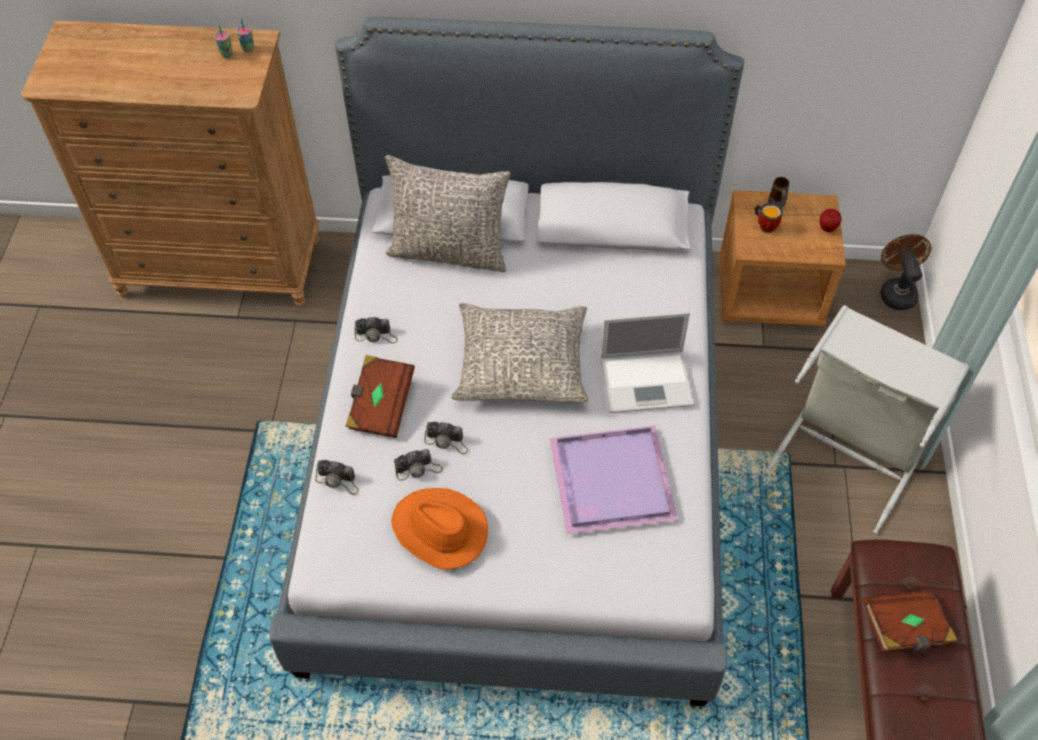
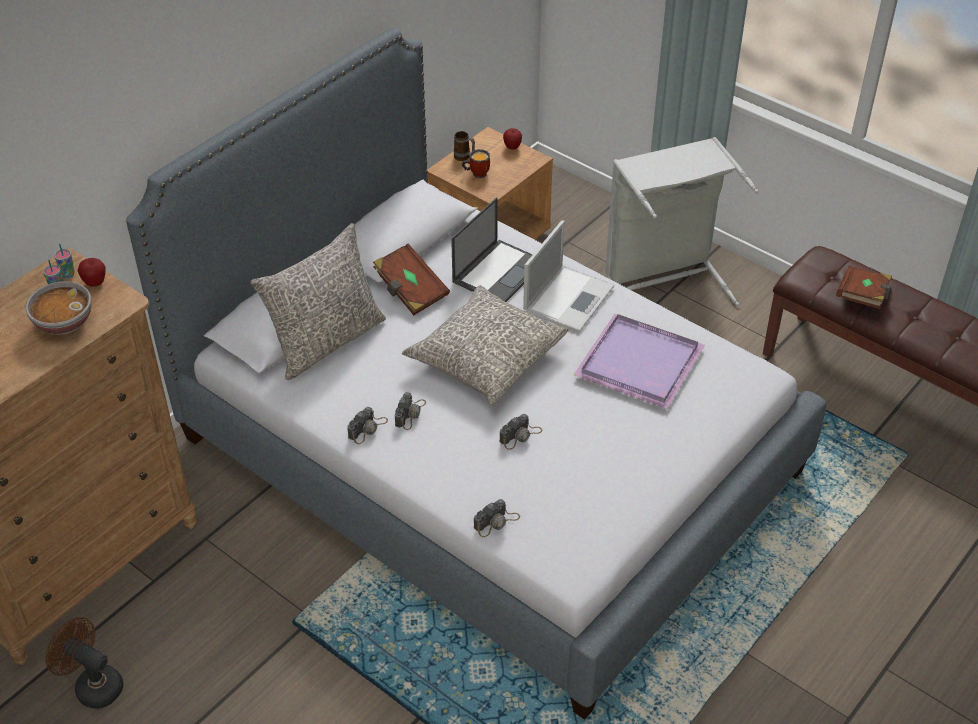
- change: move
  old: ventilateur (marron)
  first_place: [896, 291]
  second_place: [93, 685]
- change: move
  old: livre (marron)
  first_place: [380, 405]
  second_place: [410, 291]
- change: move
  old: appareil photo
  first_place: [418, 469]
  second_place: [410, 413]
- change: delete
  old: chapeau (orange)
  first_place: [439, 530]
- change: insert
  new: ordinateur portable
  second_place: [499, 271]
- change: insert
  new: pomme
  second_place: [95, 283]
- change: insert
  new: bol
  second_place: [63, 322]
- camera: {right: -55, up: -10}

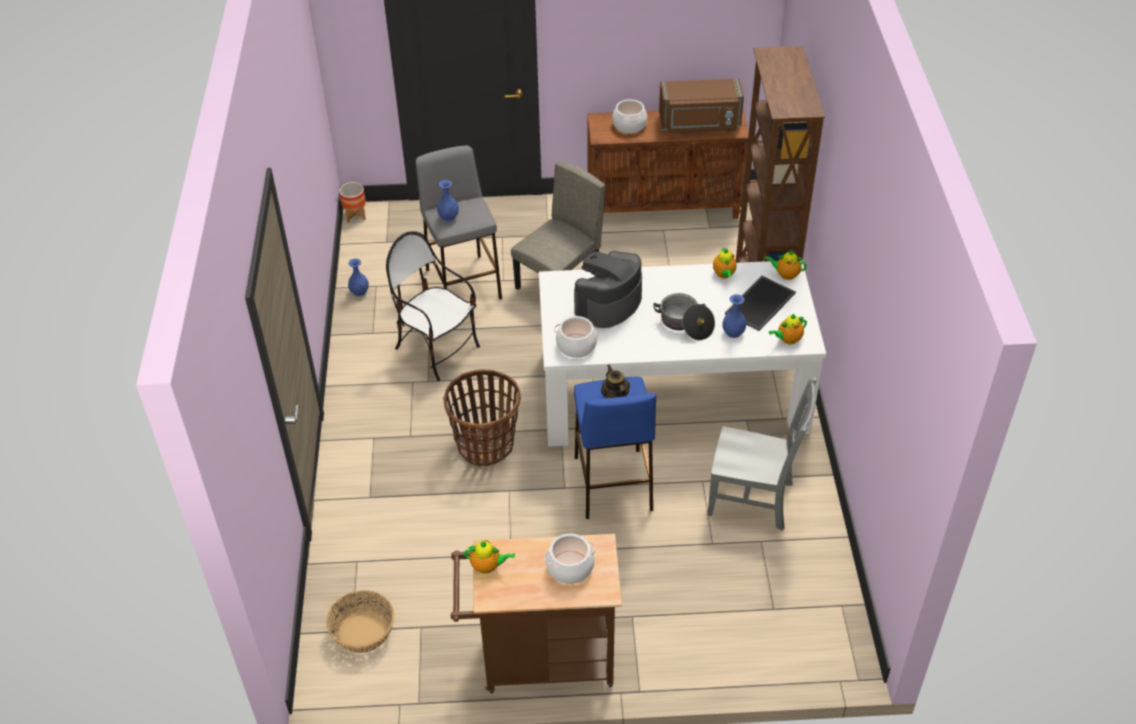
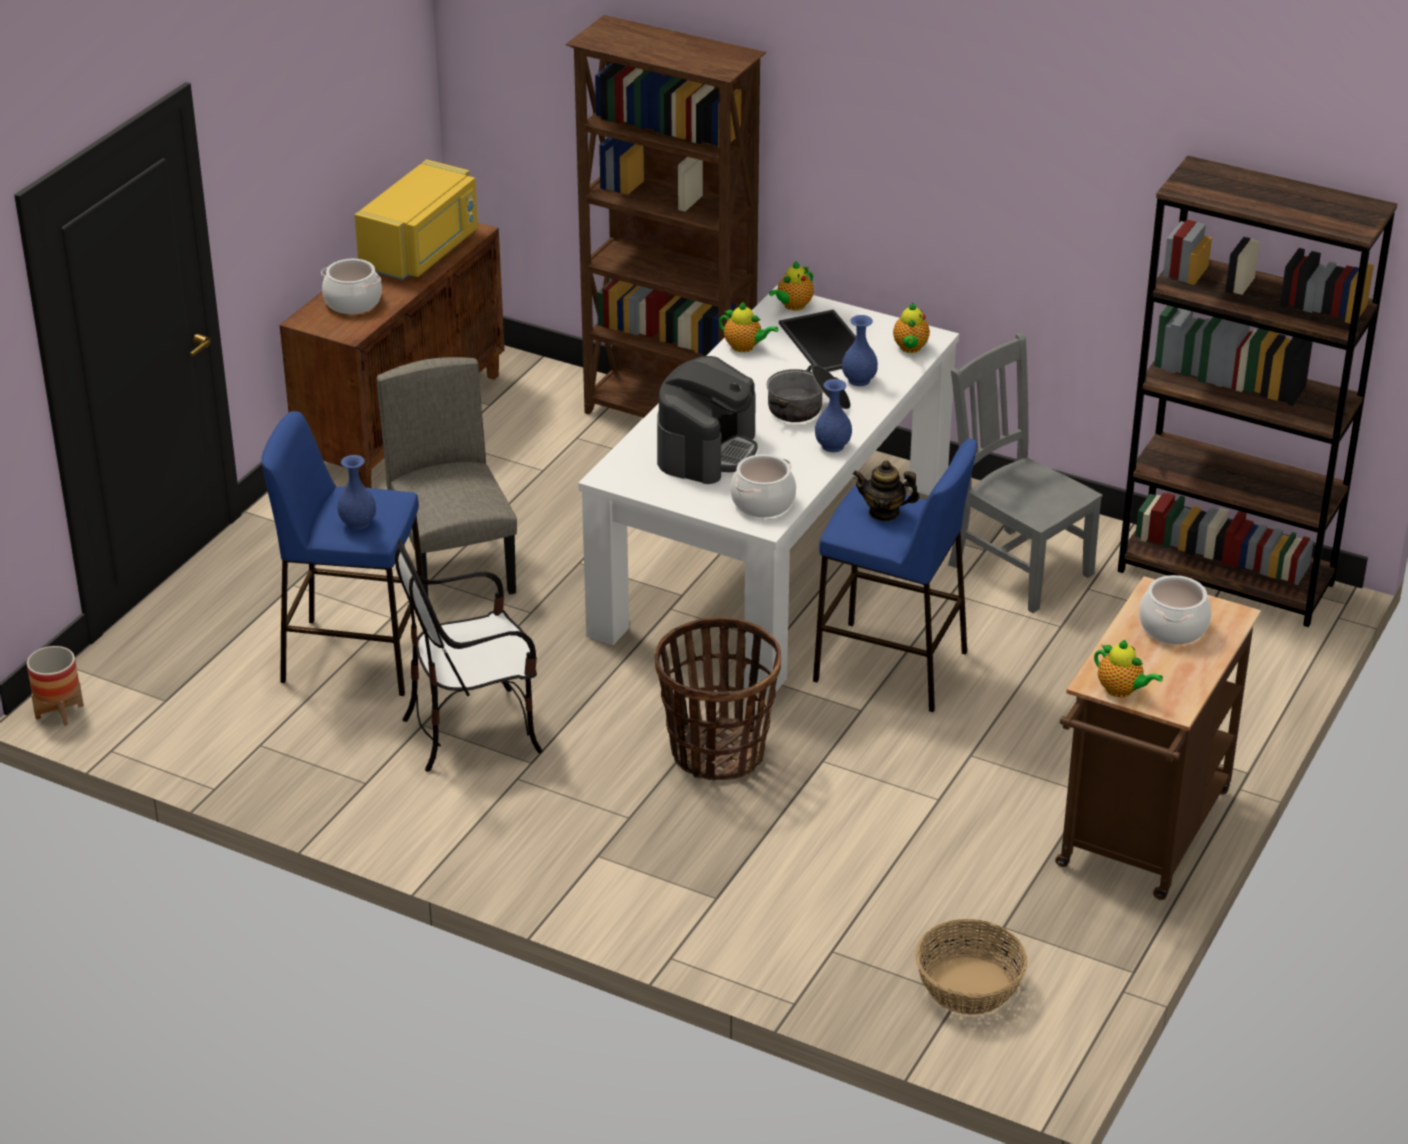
- change: recolor
  old: micro-ondes (marron)
  new: micro-ondes (jaune)
  first_place: [699, 124]
  second_place: [422, 251]
- change: recolor
  old: tabouret (gris)
  new: tabouret (bleu)
  first_place: [463, 283]
  second_place: [354, 657]
- change: rotate
  old: machine à café
  first_place: [608, 304]
  second_place: [706, 450]
  degrees: -135
- change: move
  old: vase (bleu)
  first_place: [359, 292]
  second_place: [833, 446]
- change: rotate
  old: chaise (gris)
  first_place: [753, 499]
  second_place: [1017, 567]
  degrees: -90
- change: rotate
  old: théière
  first_place: [488, 566]
  second_place: [1121, 690]
  degrees: 90
- change: insert
  new: bibliothèque (marron)
  second_place: [1226, 577]
- camera: {right: -60, up: -10}

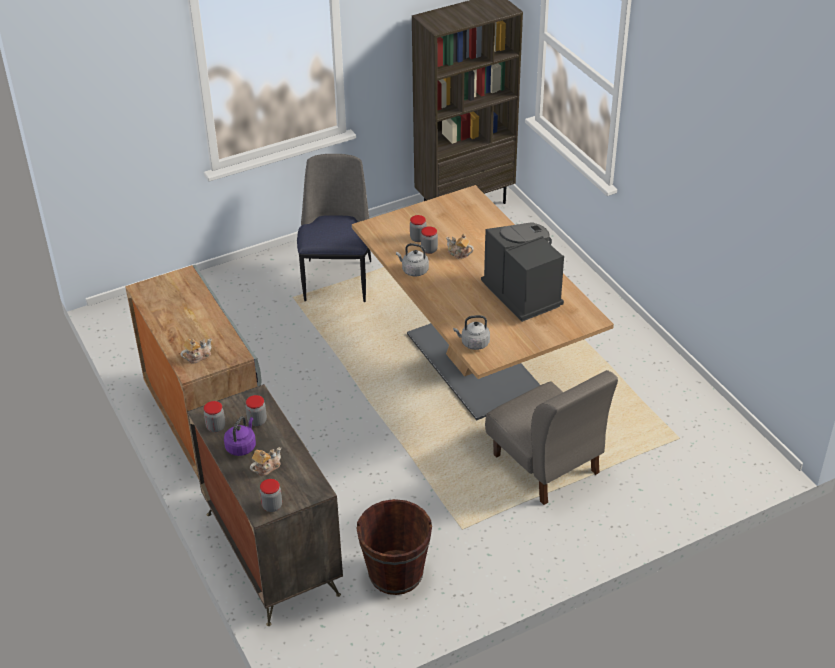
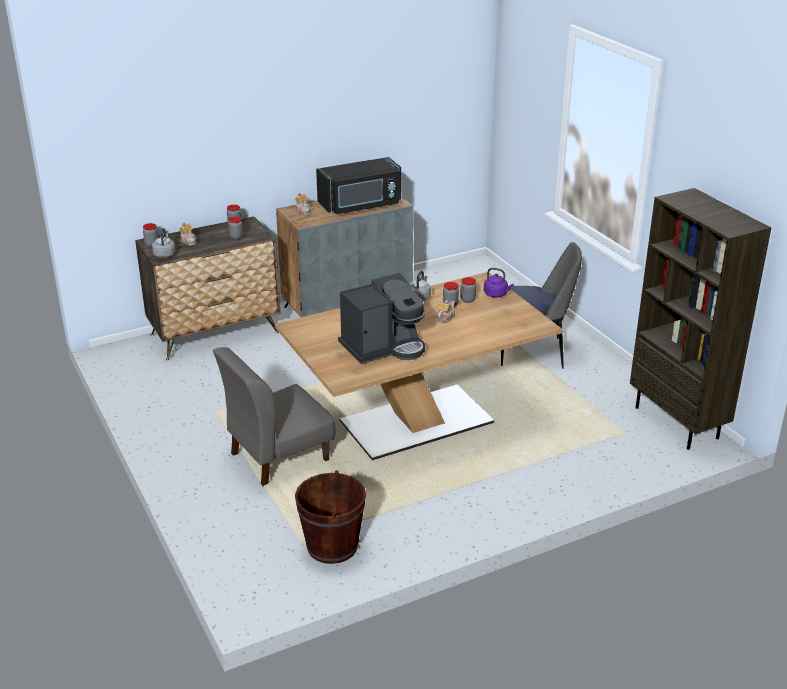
- change: move
  old: bouilloire (gris)
  first_place: [473, 343]
  second_place: [164, 254]
- change: move
  old: bouilloire (violet)
  first_place: [241, 446]
  second_place: [496, 294]
- change: move
  old: seau (marron)
  first_place: [396, 573]
  second_place: [332, 546]
- change: insert
  new: micro-ondes (noir)
  second_place: [361, 206]
- camera: {right: 90, up: -10}

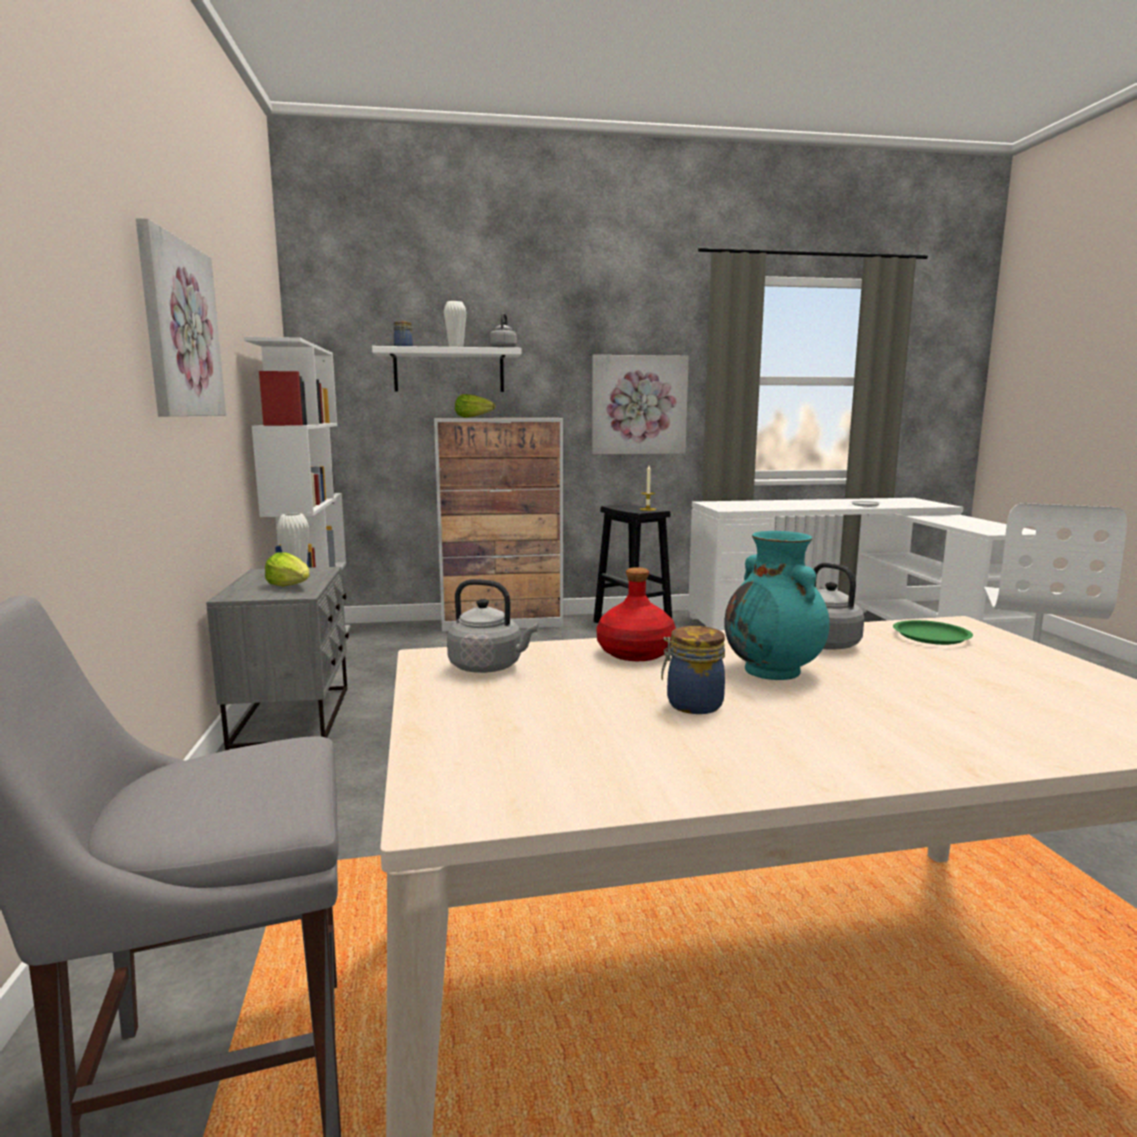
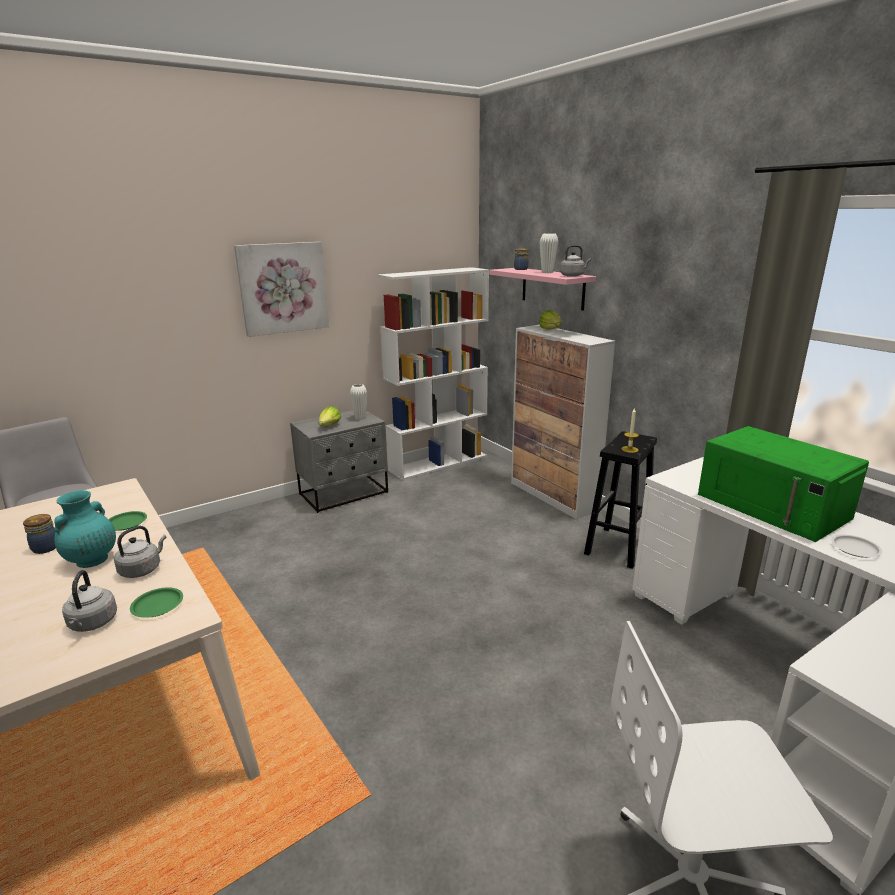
- change: recolor
  old: étagère (blanc)
  new: étagère (rose)
  first_place: [449, 371]
  second_place: [552, 288]
- change: delete
  old: tableau
  first_place: [638, 405]
- change: replace
  old: bouteille (rouge)
  new: assiette (vert)
  first_place: [634, 652]
  second_place: [126, 523]
- change: move
  old: bouilloire (gris)
  first_place: [489, 667]
  second_place: [92, 624]
- change: insert
  new: micro-ondes (vert)
  second_place: [773, 506]
- camera: {right: 65, up: 10}

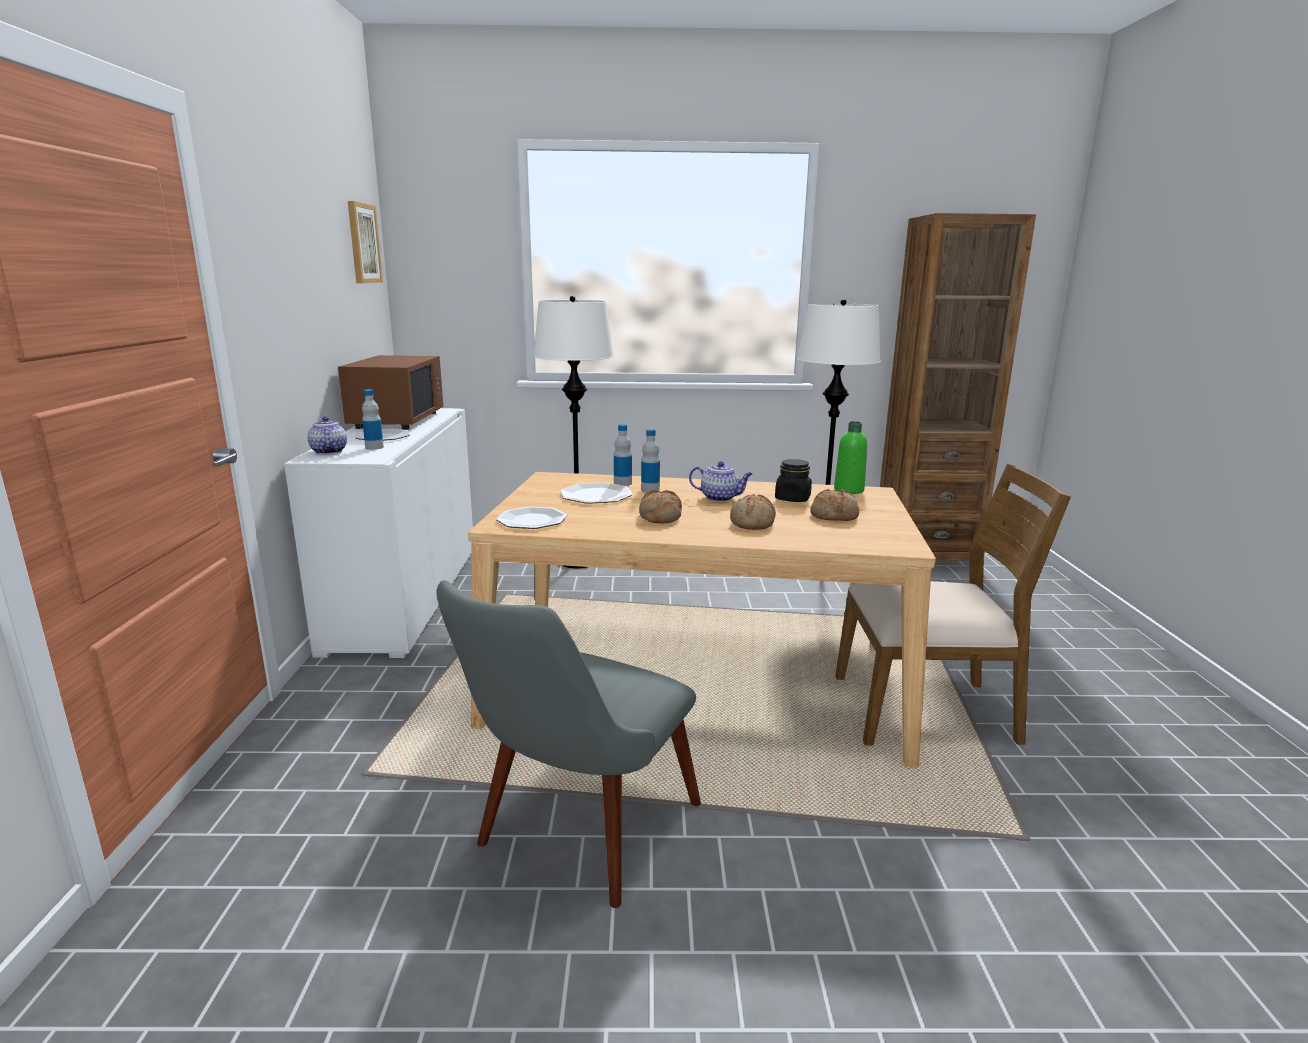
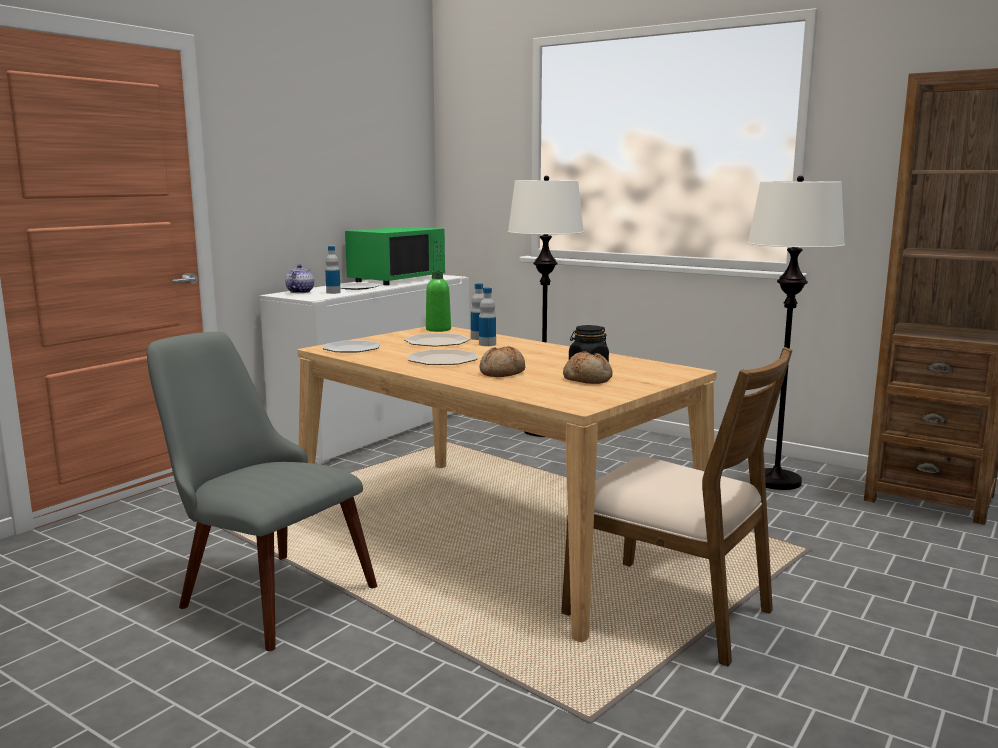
- change: delete
  old: tableau
  first_place: [363, 243]
- change: recolor
  old: micro-ondes (marron)
  new: micro-ondes (vert)
  first_place: [397, 420]
  second_place: [397, 279]
- change: move
  old: bouteille (vert)
  first_place: [848, 490]
  second_place: [438, 329]
- change: delete
  old: théière
  first_place: [720, 498]
- change: replace
  old: pain
  new: assiette
  first_place: [659, 517]
  second_place: [442, 359]
- change: rotate
  old: chaise (gris)
  first_place: [575, 840]
  second_place: [261, 591]
  degrees: 60
- camera: {right: 35, up: -5}

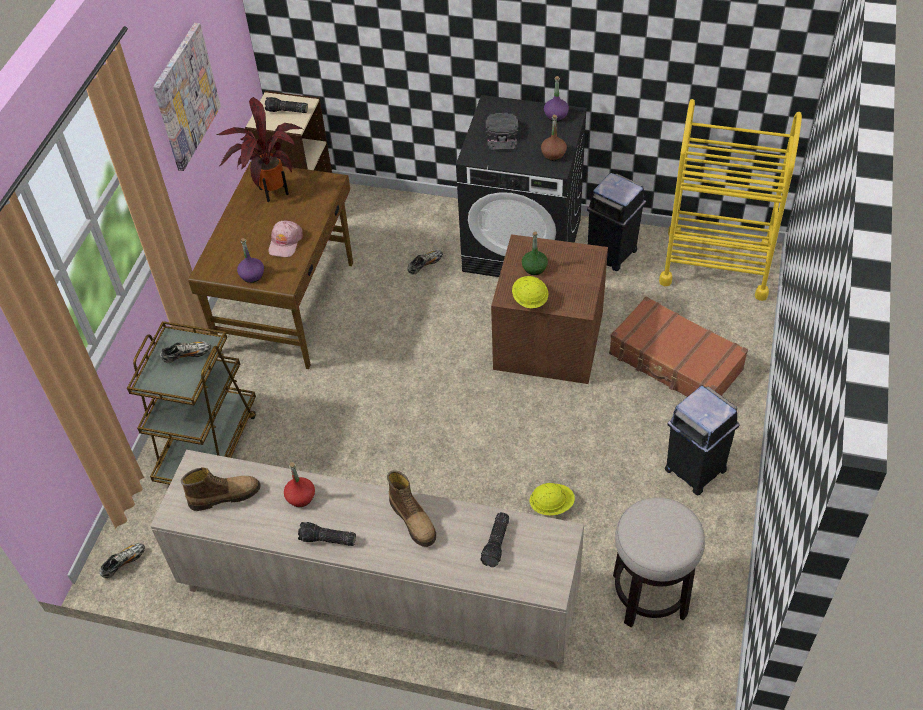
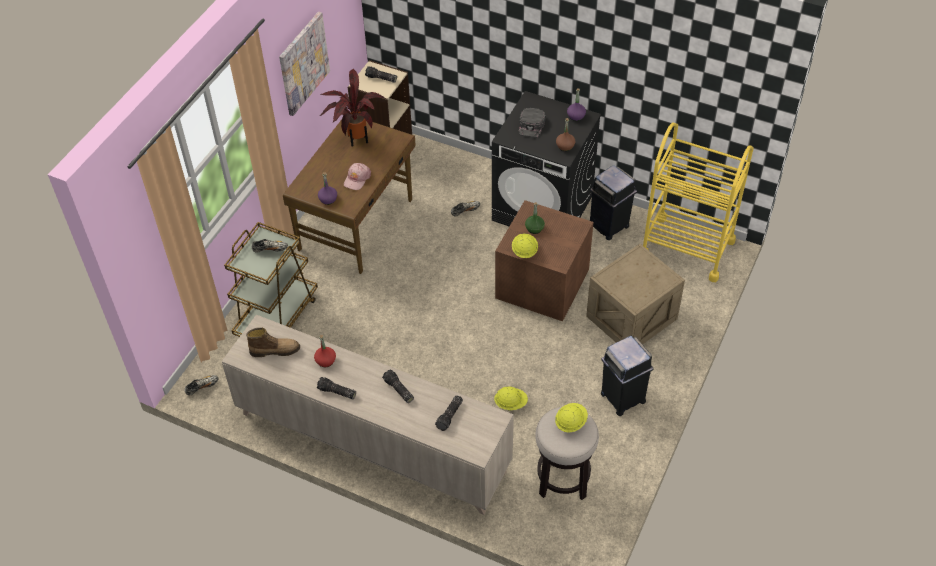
- change: replace
  old: valise (marron)
  new: caisse
  first_place: [675, 362]
  second_place: [632, 317]
- change: replace
  old: botte
  new: lampe de poche
  first_place: [413, 520]
  second_place: [398, 390]
- change: insert
  new: casque de chantier (jaune)
  second_place: [570, 422]
- camera: {right: 10, up: 0}

